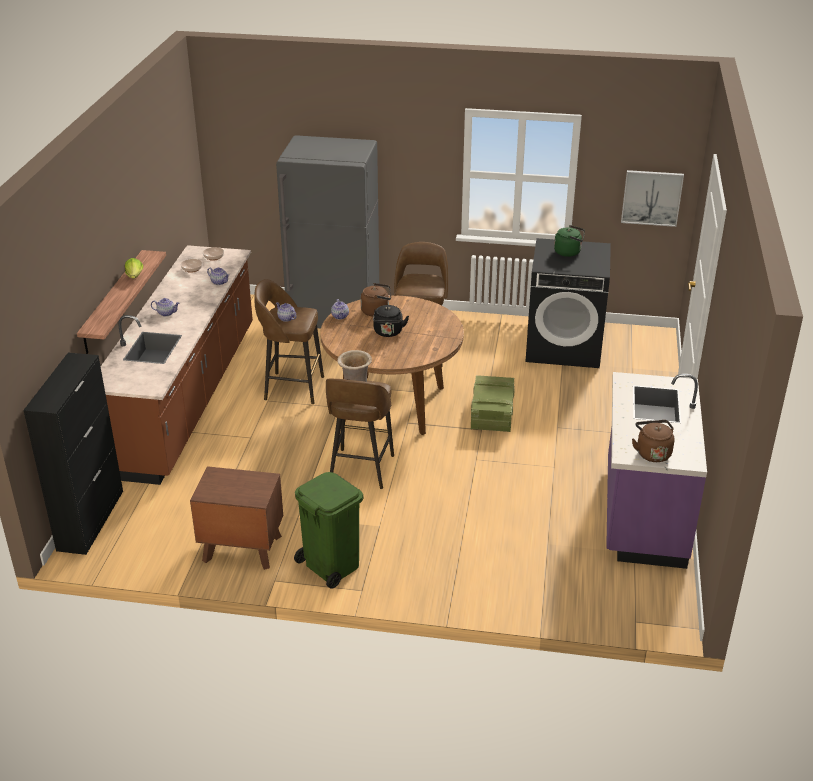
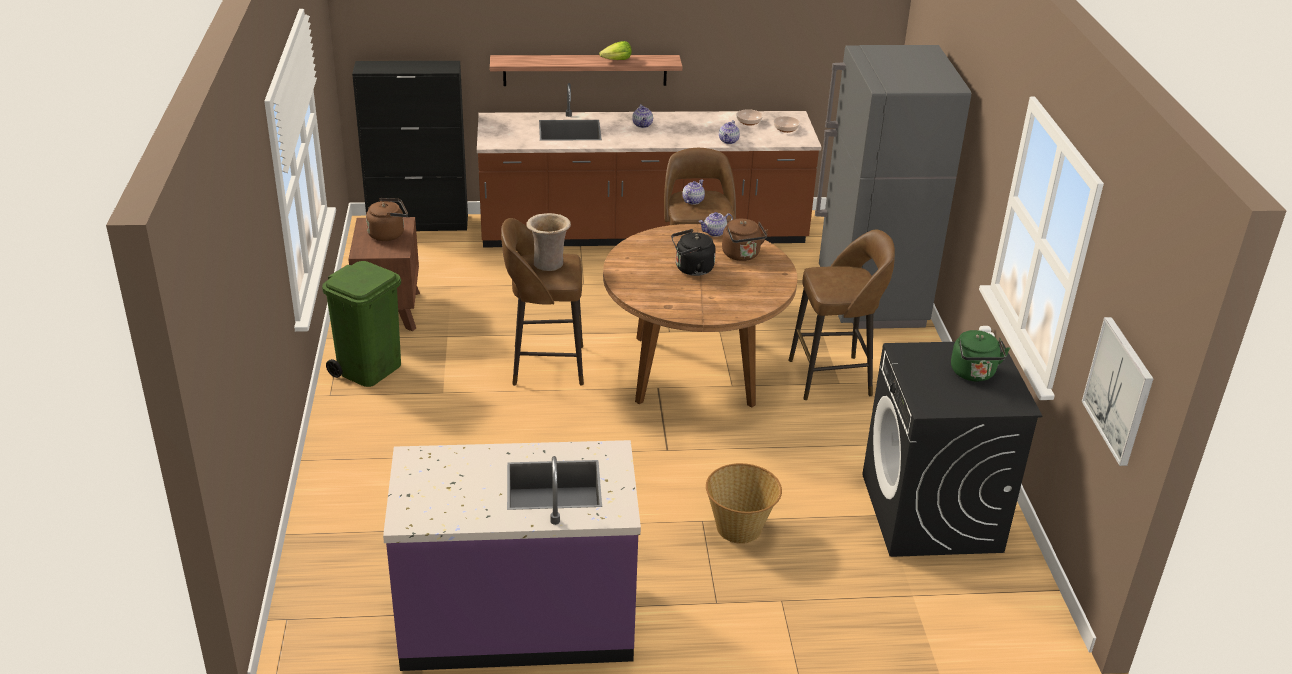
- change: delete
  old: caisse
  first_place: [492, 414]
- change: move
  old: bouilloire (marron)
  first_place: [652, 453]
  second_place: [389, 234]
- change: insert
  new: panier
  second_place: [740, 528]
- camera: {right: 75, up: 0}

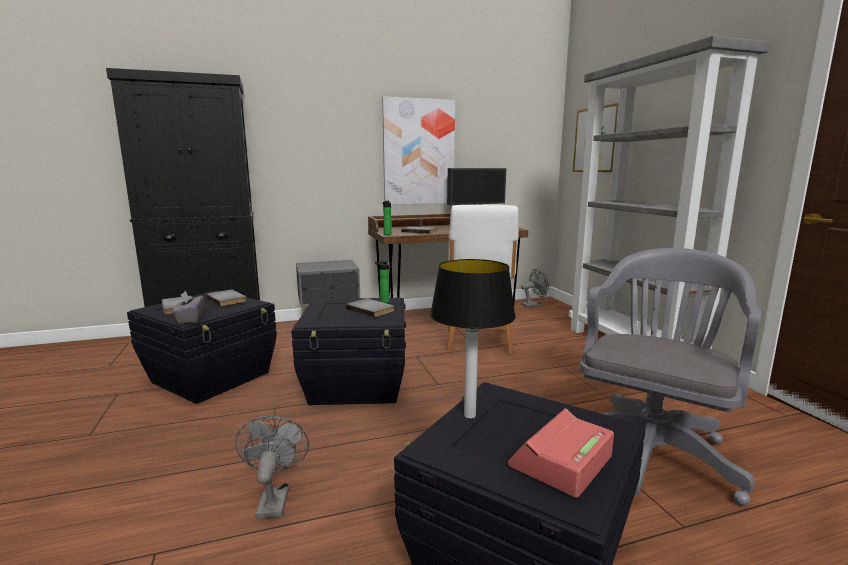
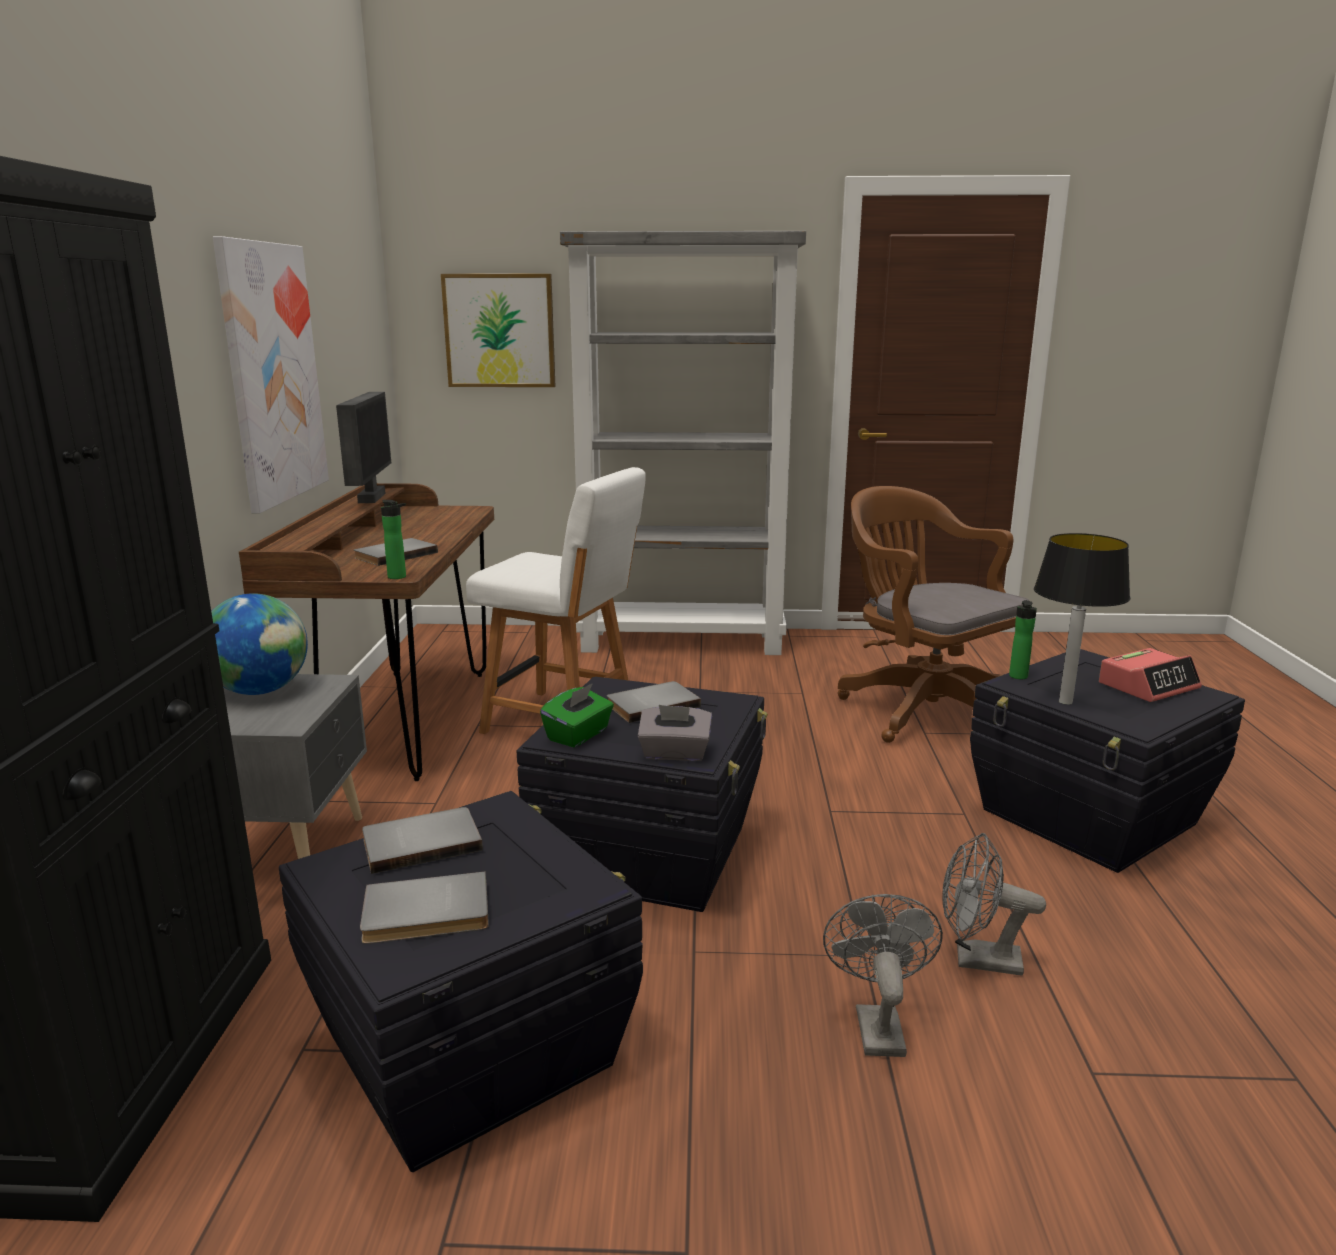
- change: recolor
  old: chaise de bureau (gris)
  new: chaise de bureau (marron)
  first_place: [651, 451]
  second_place: [922, 709]
- change: move
  old: bouteille
  first_place: [383, 302]
  second_place: [1018, 677]
- change: move
  old: ventilateur (gris)
  first_place: [534, 305]
  second_place: [876, 1024]
- change: move
  old: boîte à mouchoirs (gris)
  first_place: [190, 319]
  second_place: [674, 754]
- change: rotate
  old: réveil
  first_place: [560, 462]
  second_place: [1148, 686]
  degrees: -90
- change: insert
  new: globe
  second_place: [260, 691]
- change: insert
  new: boîte à mouchoirs (vert)
  second_place: [578, 735]
- camera: {right: -70, up: 5}

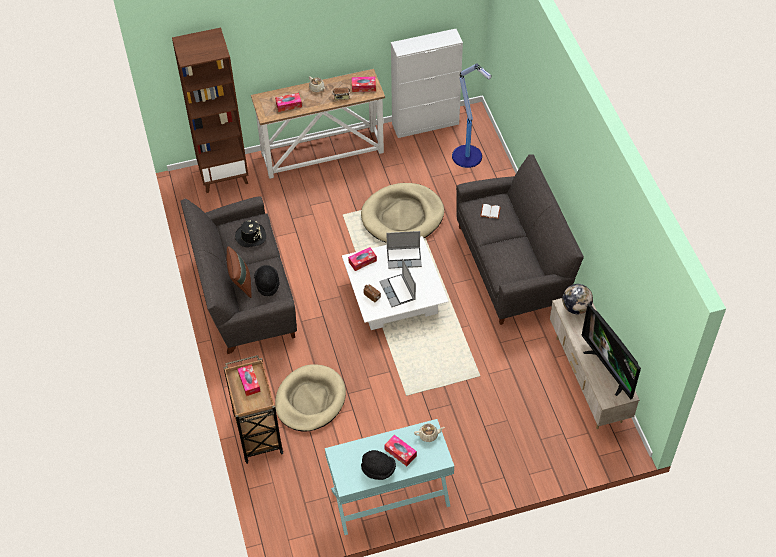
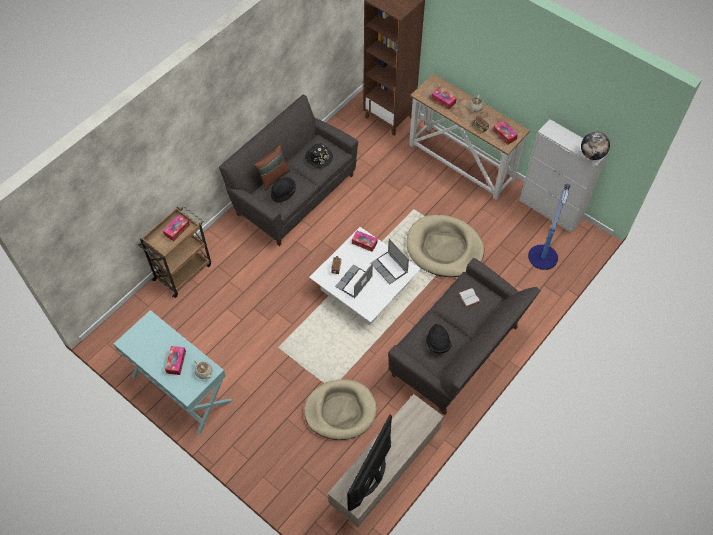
- change: move
  old: globe
  first_place: [576, 307]
  second_place: [592, 154]
- change: move
  old: panier pour chien (beige)
  first_place: [310, 400]
  second_place: [340, 411]
- change: move
  old: chapeau (noir)
  first_place: [378, 469]
  second_place: [438, 343]
- camera: {right: 55, up: 5}

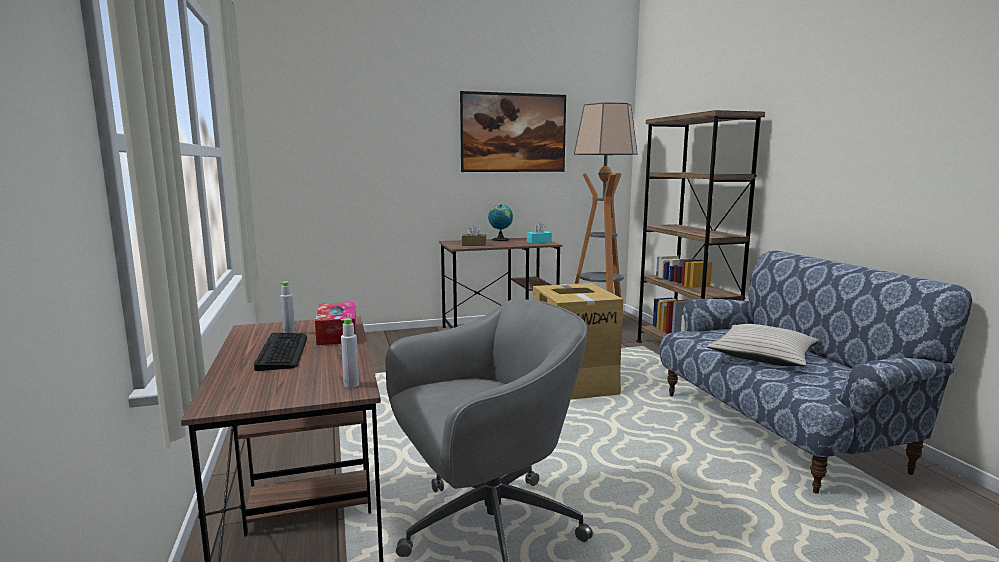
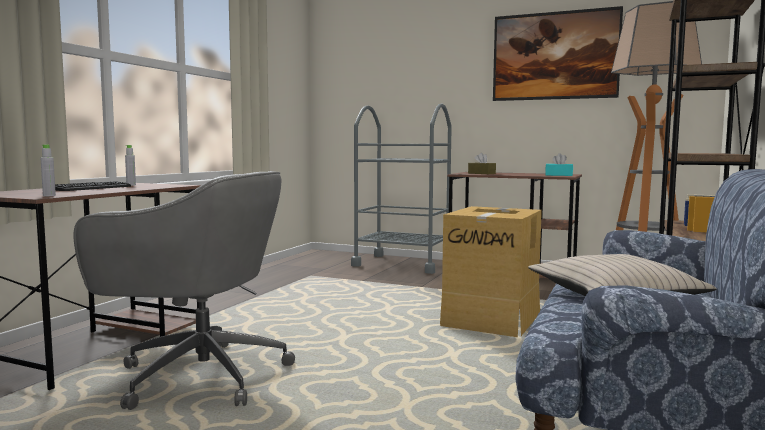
- change: delete
  old: globe
  first_place: [500, 239]
- change: delete
  old: boîte à mouchoirs
  first_place: [337, 333]
- change: insert
  new: chariot (gris)
  second_place: [402, 264]
- camera: {right: 40, up: -5}

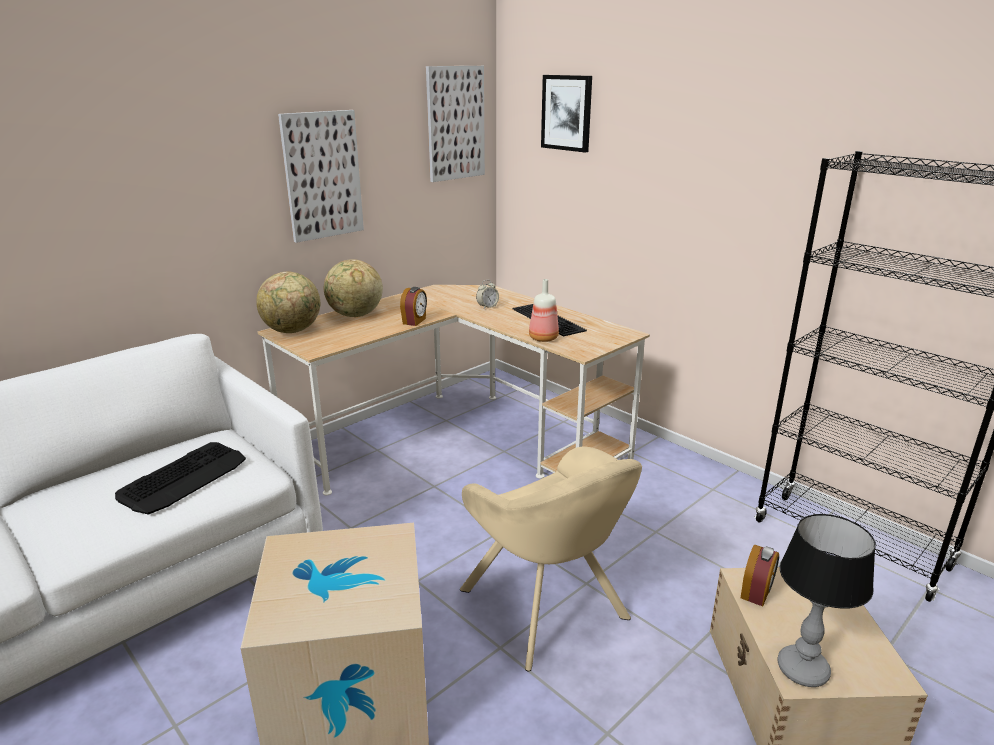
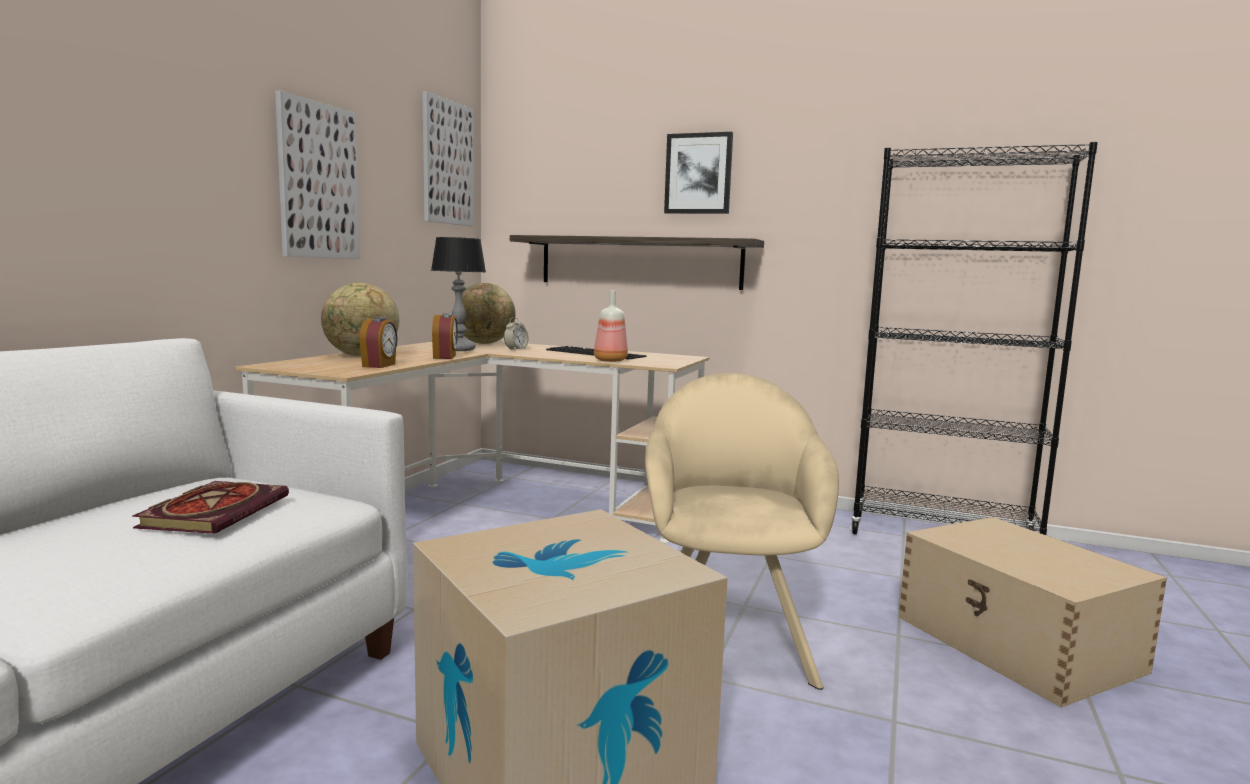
- change: move
  old: tableau
  first_place: [567, 113]
  second_place: [698, 174]
- change: move
  old: globe
  first_place: [292, 331]
  second_place: [485, 343]
- change: replace
  old: clavier
  new: livre
  first_place: [184, 478]
  second_place: [215, 511]
- change: rotate
  old: fauteuil (beige)
  first_place: [548, 609]
  second_place: [727, 633]
  degrees: -120
- change: move
  old: lampe de table
  first_place: [801, 669]
  second_place: [458, 349]
- change: move
  old: réveil
  first_place: [756, 592]
  second_place: [380, 365]
- change: insert
  new: étagère
  second_place: [639, 262]
- camera: {right: -25, up: -15}

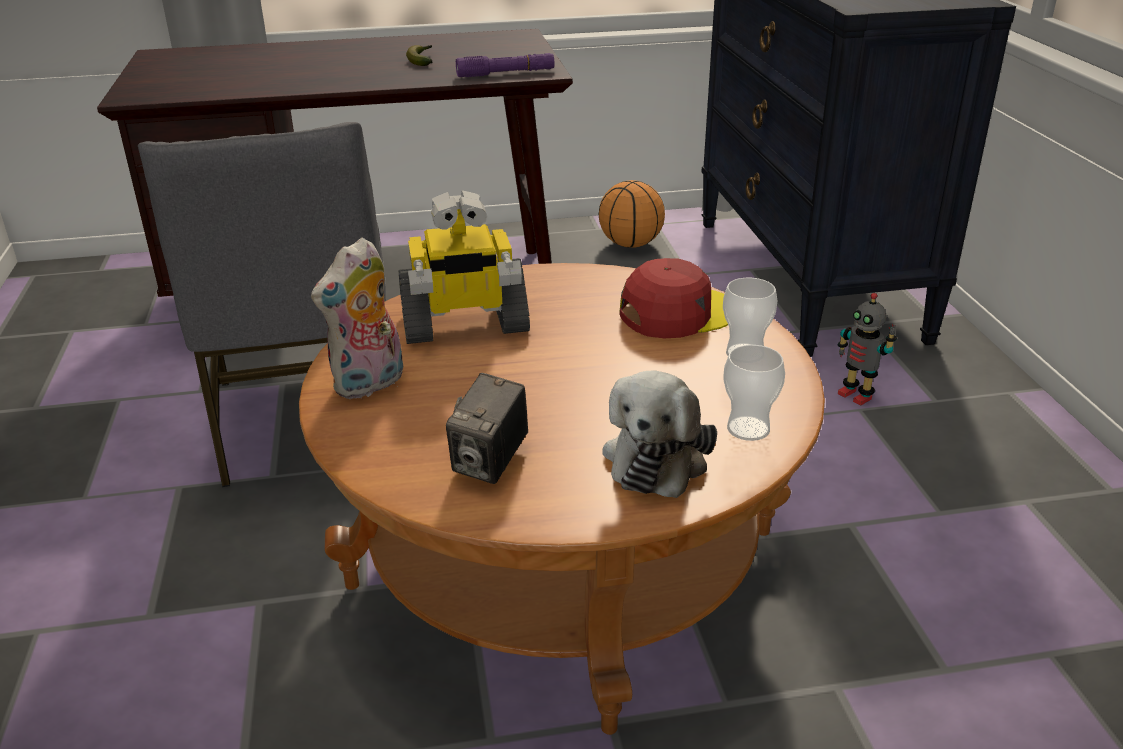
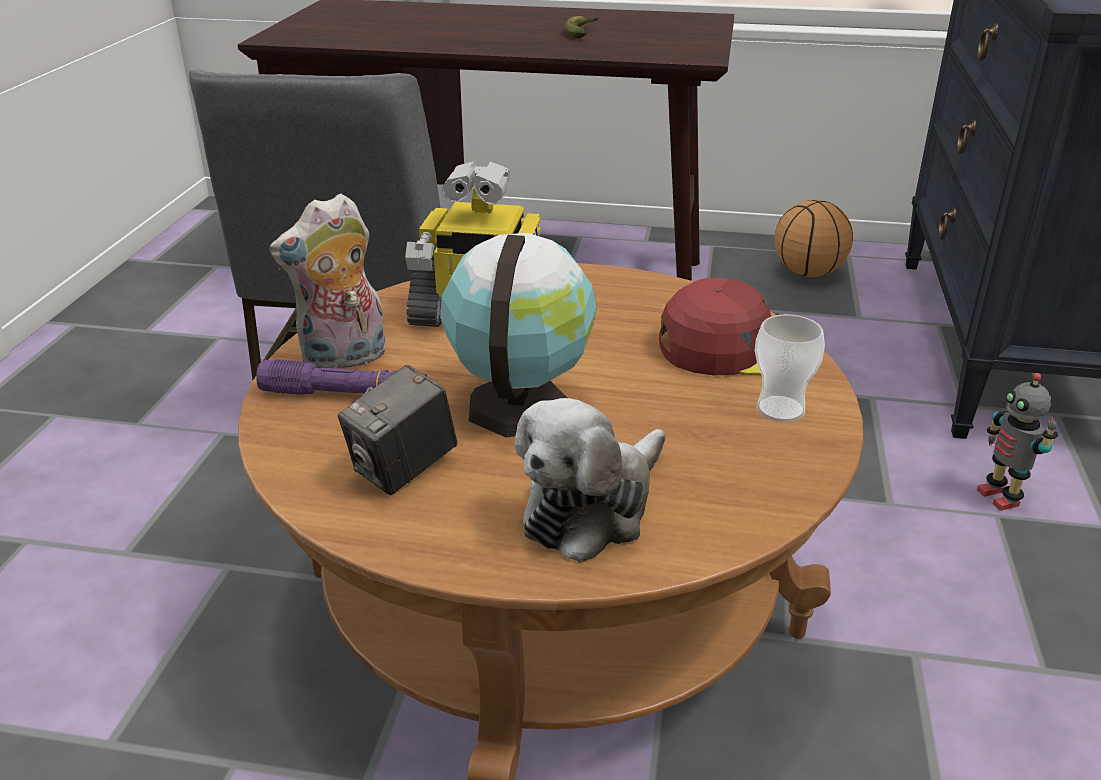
- change: move
  old: lampe de poche (violet)
  first_place: [506, 74]
  second_place: [345, 395]
- change: delete
  old: tasse
  first_place: [748, 428]
- change: insert
  new: globe
  second_place: [519, 403]
- camera: {right: 20, up: 0}

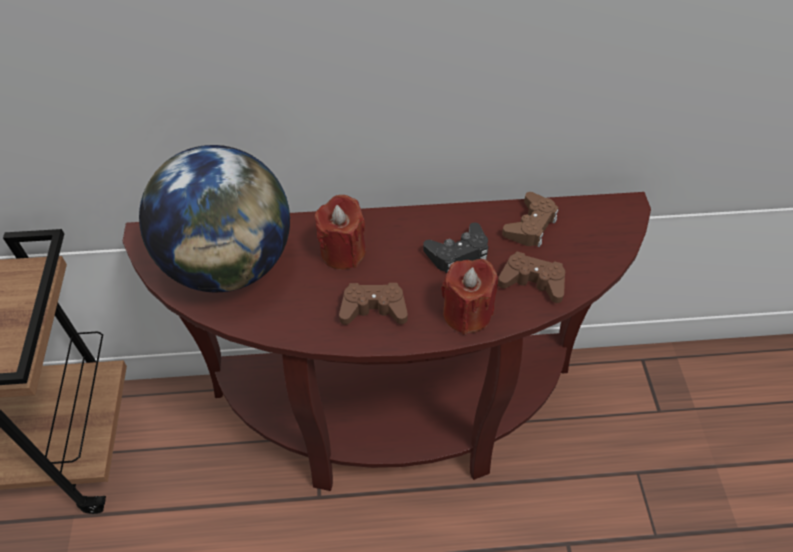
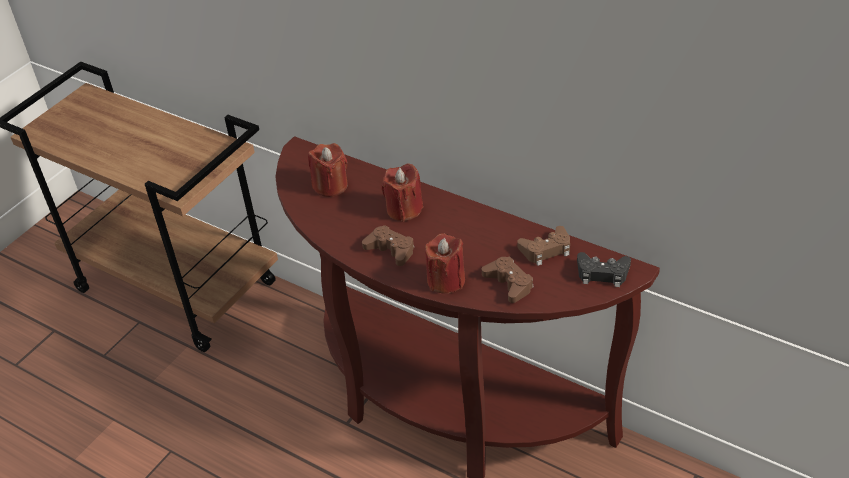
- change: replace
  old: globe
  new: bougie (rouge)
  first_place: [230, 264]
  second_place: [330, 186]
- change: move
  old: manette (noir)
  first_place: [458, 253]
  second_place: [602, 273]
- camera: {right: 40, up: -10}

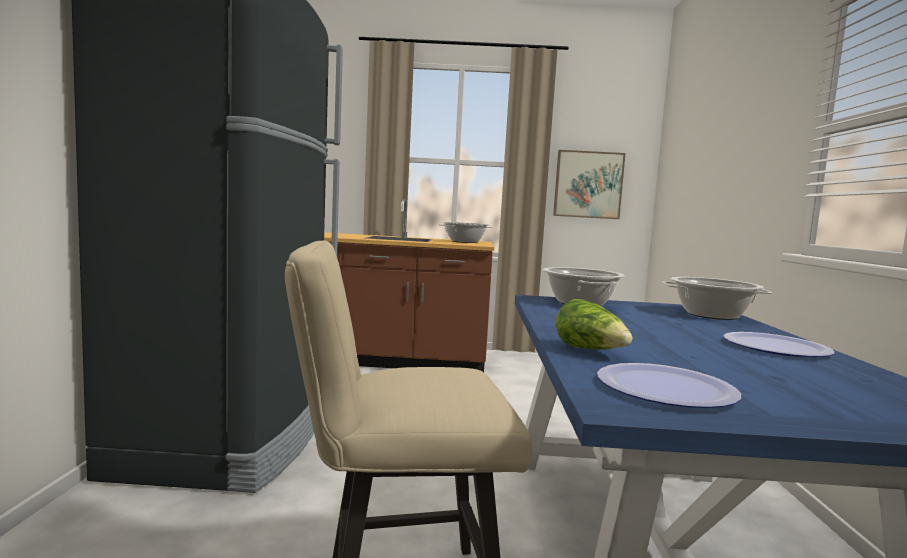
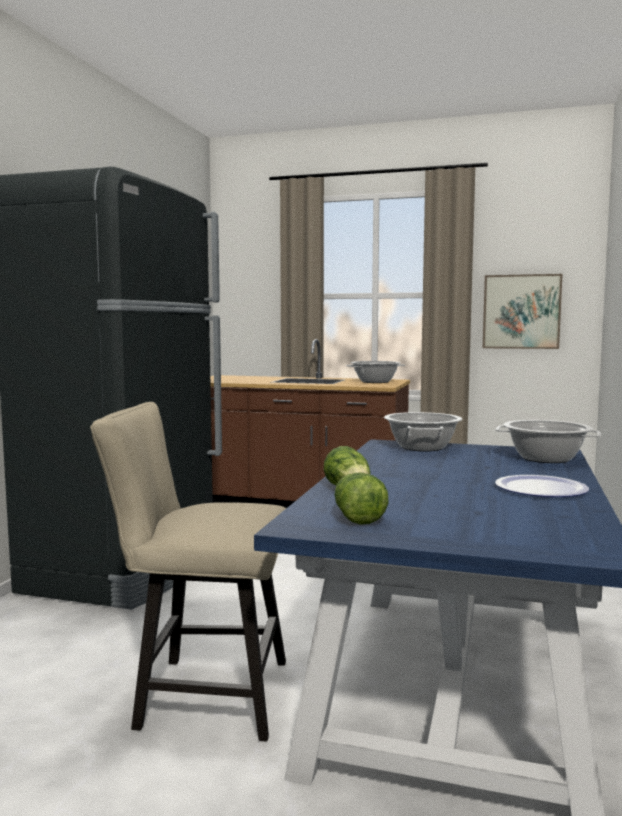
- change: replace
  old: assiette
  new: laitue
  first_place: [665, 388]
  second_place: [357, 517]
- camera: {right: 15, up: 0}

